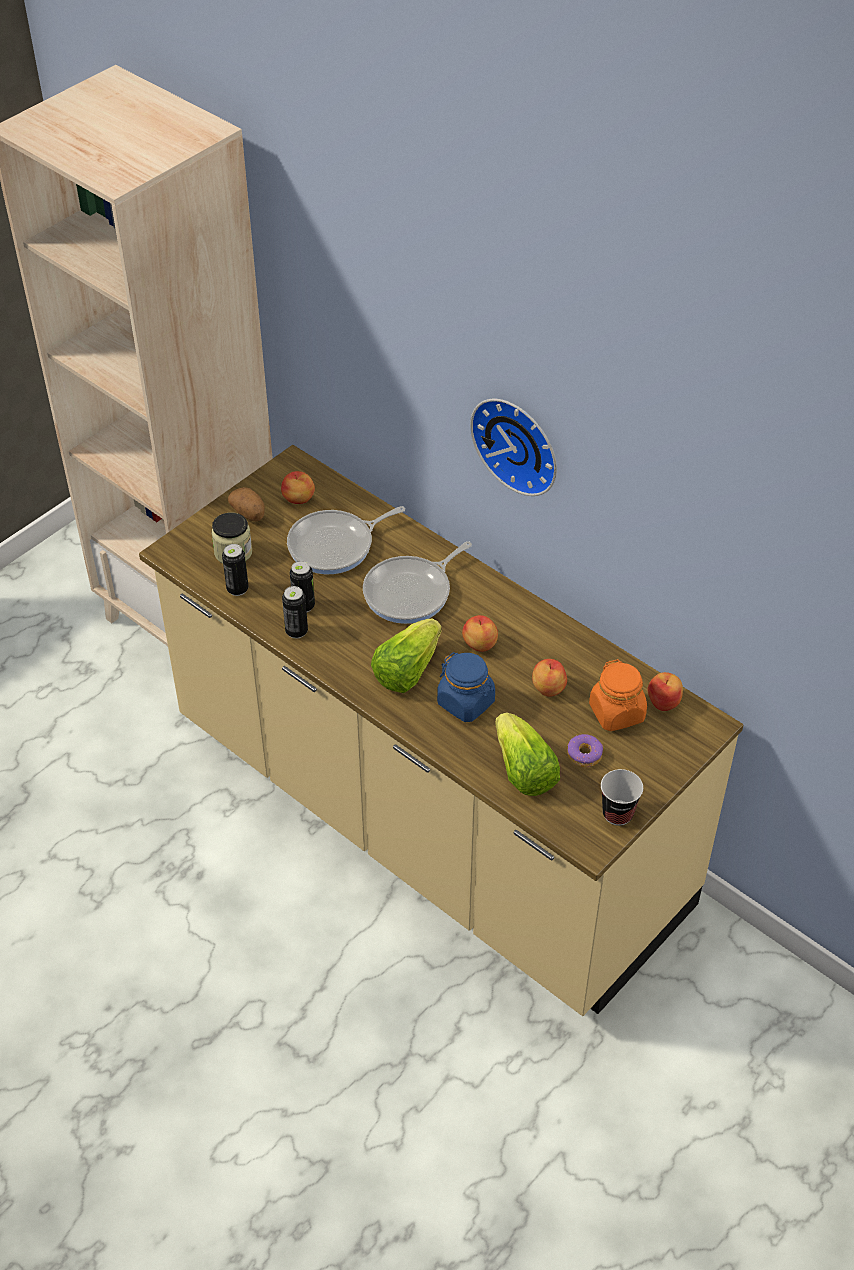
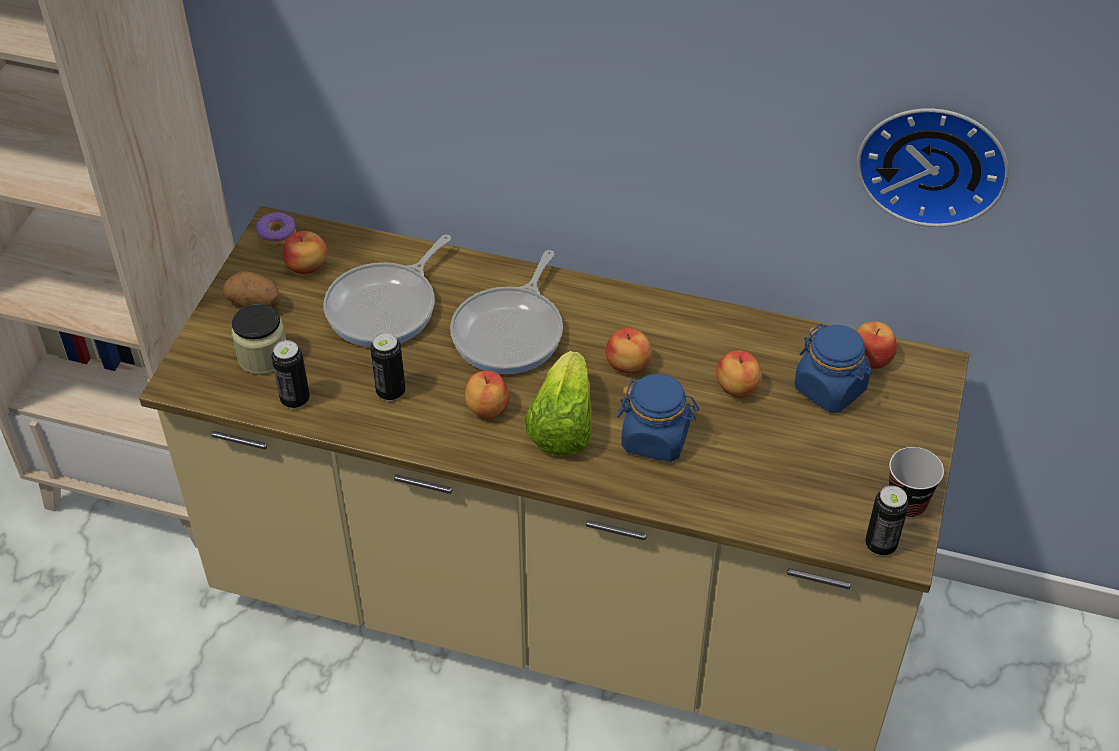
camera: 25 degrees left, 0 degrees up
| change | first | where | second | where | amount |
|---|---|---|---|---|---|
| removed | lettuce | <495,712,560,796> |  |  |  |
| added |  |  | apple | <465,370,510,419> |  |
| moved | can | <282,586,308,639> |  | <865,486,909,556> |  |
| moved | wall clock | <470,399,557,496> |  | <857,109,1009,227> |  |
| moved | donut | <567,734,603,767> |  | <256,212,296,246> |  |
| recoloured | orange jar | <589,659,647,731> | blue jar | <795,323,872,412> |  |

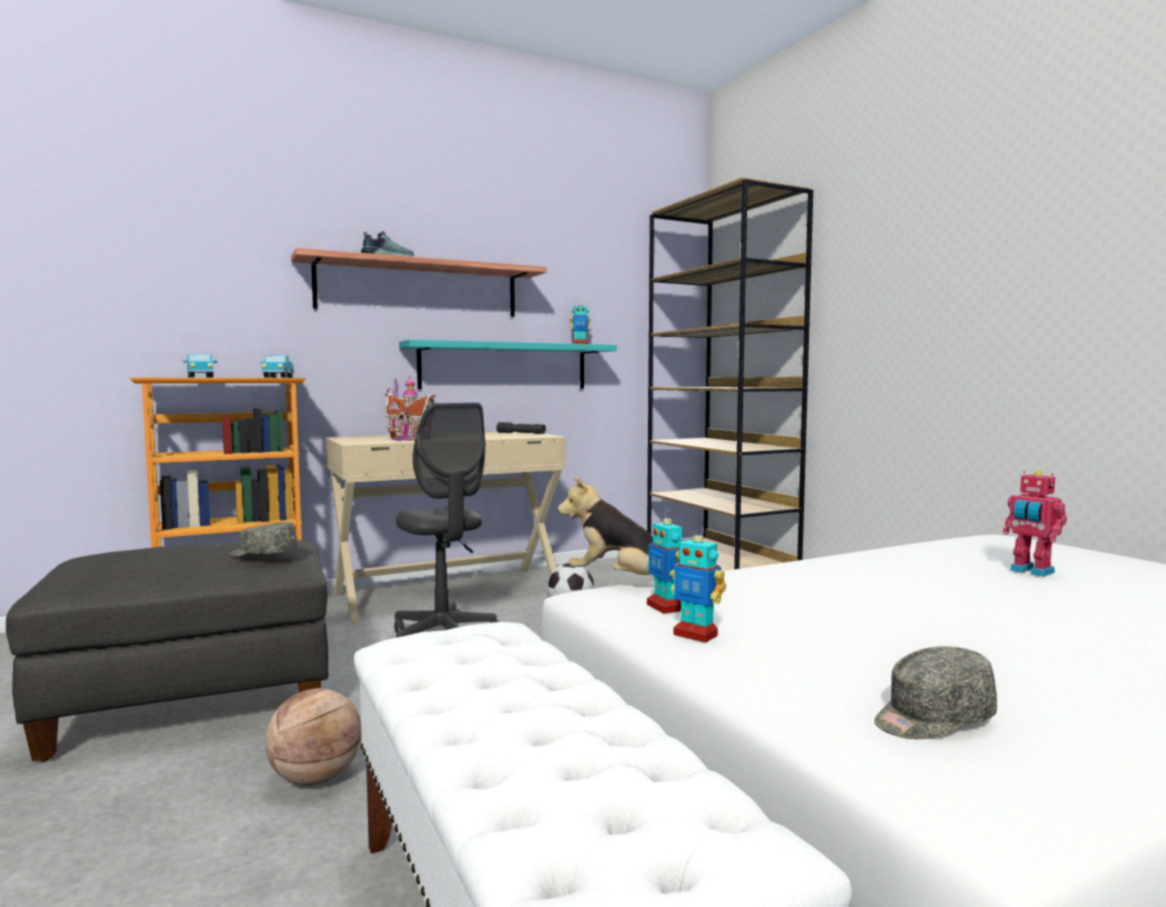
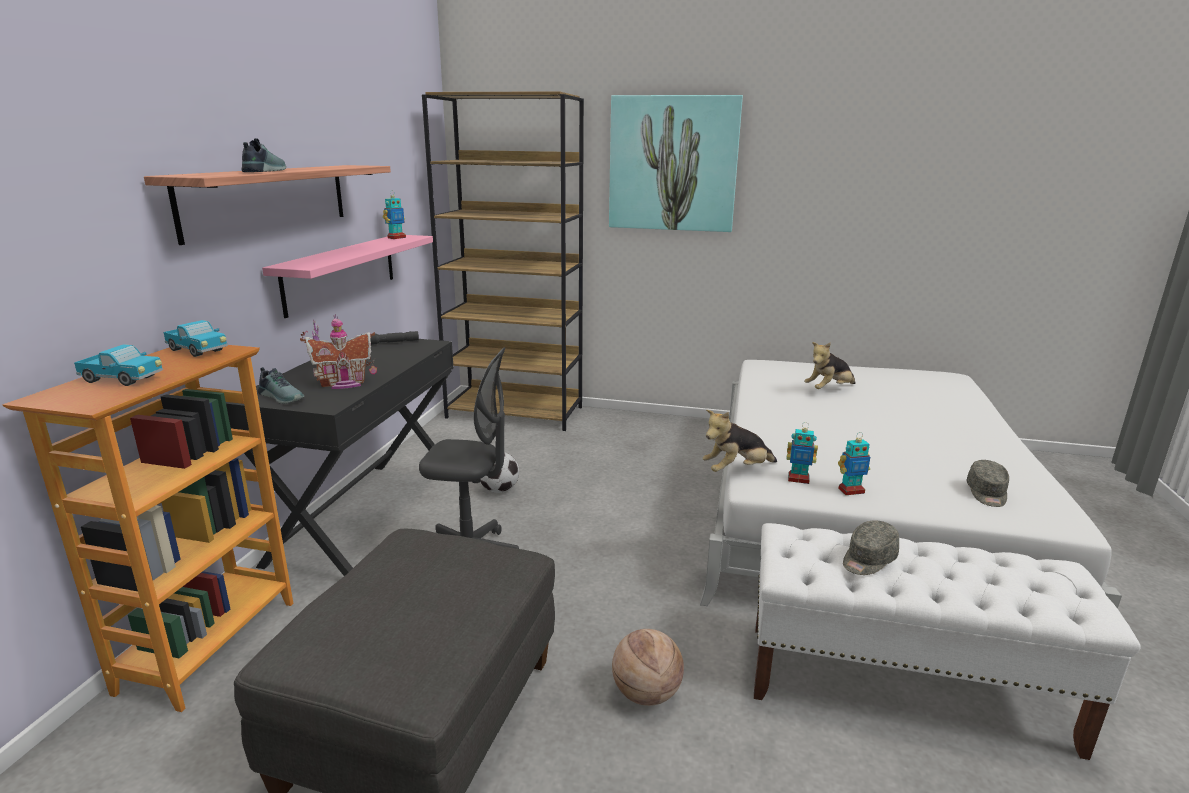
camera: 50 degrees left, 15 degrees up
| change | first | where | second | where | amount |
|---|---|---|---|---|---|
| added |  |  | shoe | <258,367,304,404> |  |
| added |  |  | picture | <609,95,743,232> |  |
| moved | grey cap | <230,522,298,557> |  | <843,520,899,575> |  |
| replaced | toy robot | <1003,470,1067,577> | plush toy | <804,342,855,389> |  |
| recoloured | beige desk | <325,432,566,623> | black desk | <226,339,454,576> |  |
| recoloured | turquoise shelf | <399,339,617,389> | pink shelf | <262,235,433,318> |  |

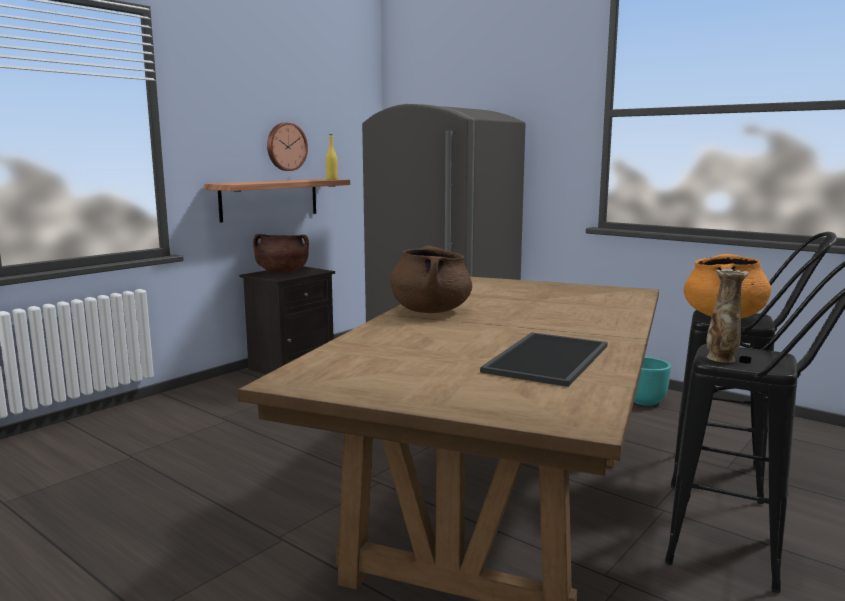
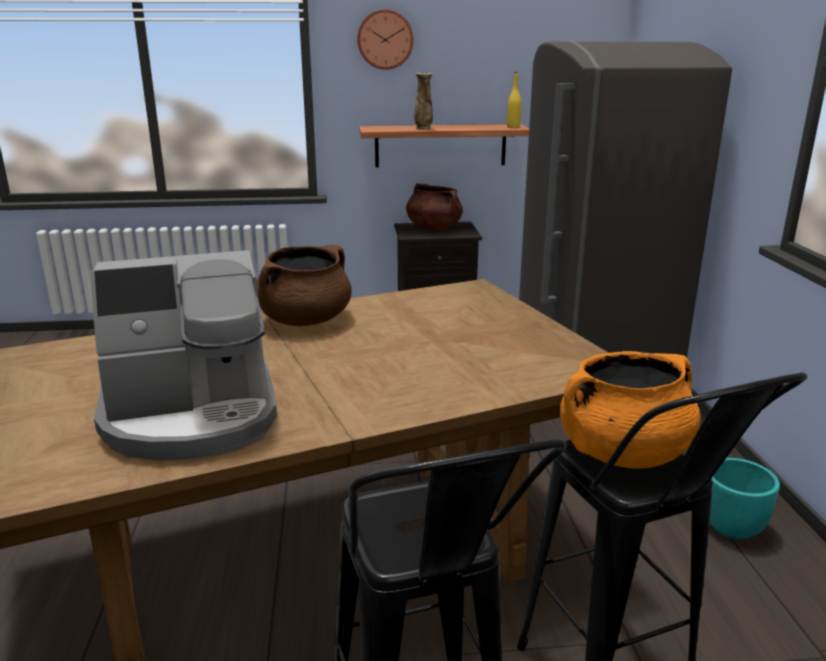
camera: 45 degrees right, 10 degrees up
| change | first | where | second | where | amount |
|---|---|---|---|---|---|
| moved | wall clock | <267,123,308,171> |  | <357,9,413,70> |  |
| moved | vase | <707,269,749,363> |  | <414,73,433,130> |  |
| replaced | tray | <480,332,608,387> | coffee machine | <90,250,277,460> |  |

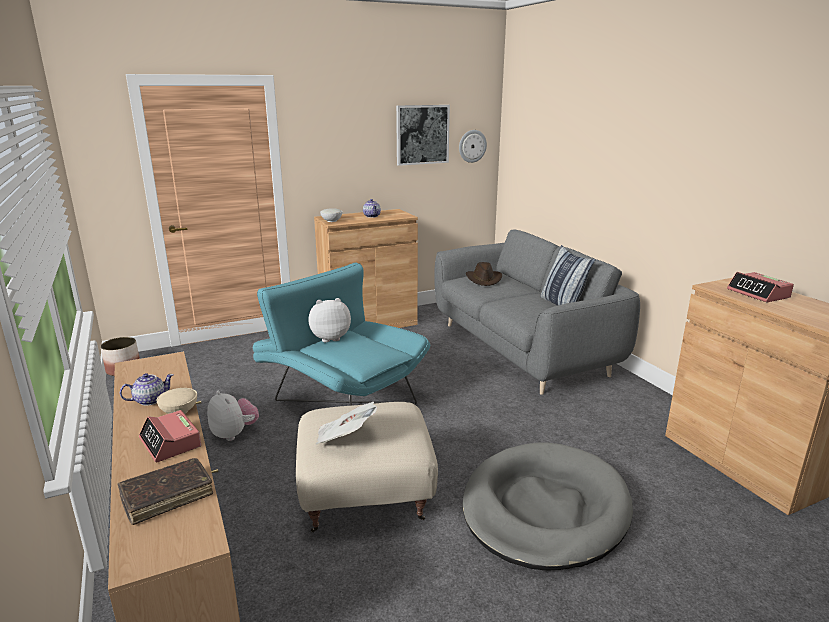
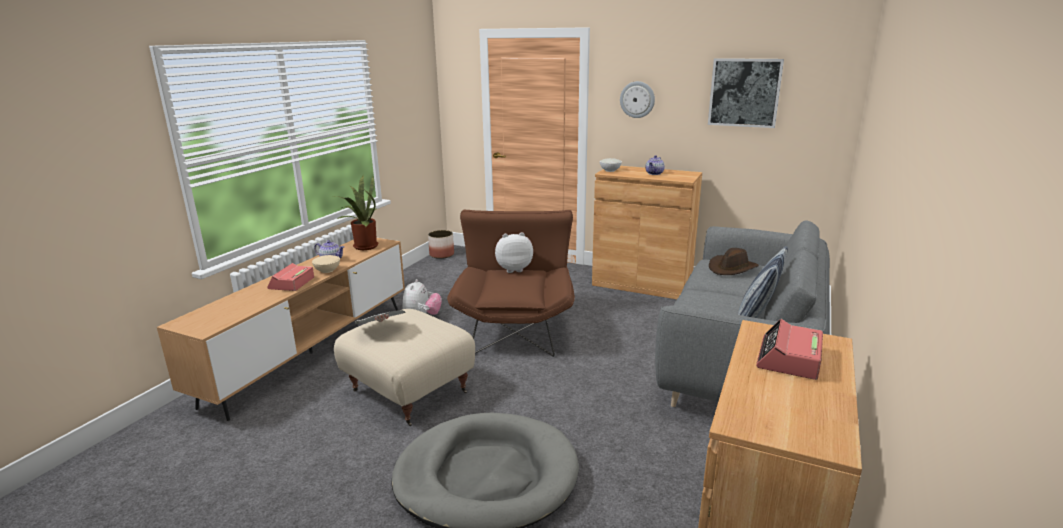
camera: 50 degrees right, 0 degrees up
| change | first | where | second | where | amount |
|---|---|---|---|---|---|
| removed | brown book | <117,458,213,525> |  |  |  |
| added |  |  | potted plant | <335,175,378,250> |  |
| moved | wall clock | <459,130,487,163> |  | <620,81,655,118> |  |
| recoloured | turquoise armchair | <252,262,430,406> | brown armchair | <447,210,575,357> |  |
| turned | plush toy | <308,298,351,342> |  | <495,232,533,273> | 45 degrees counterclockwise |

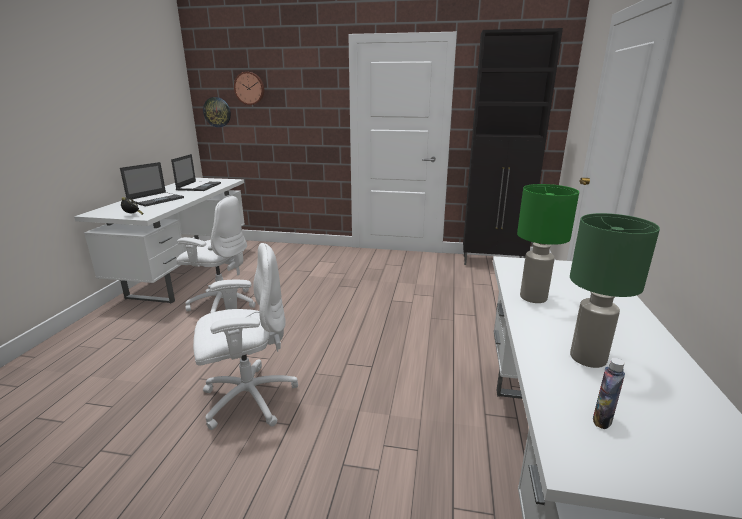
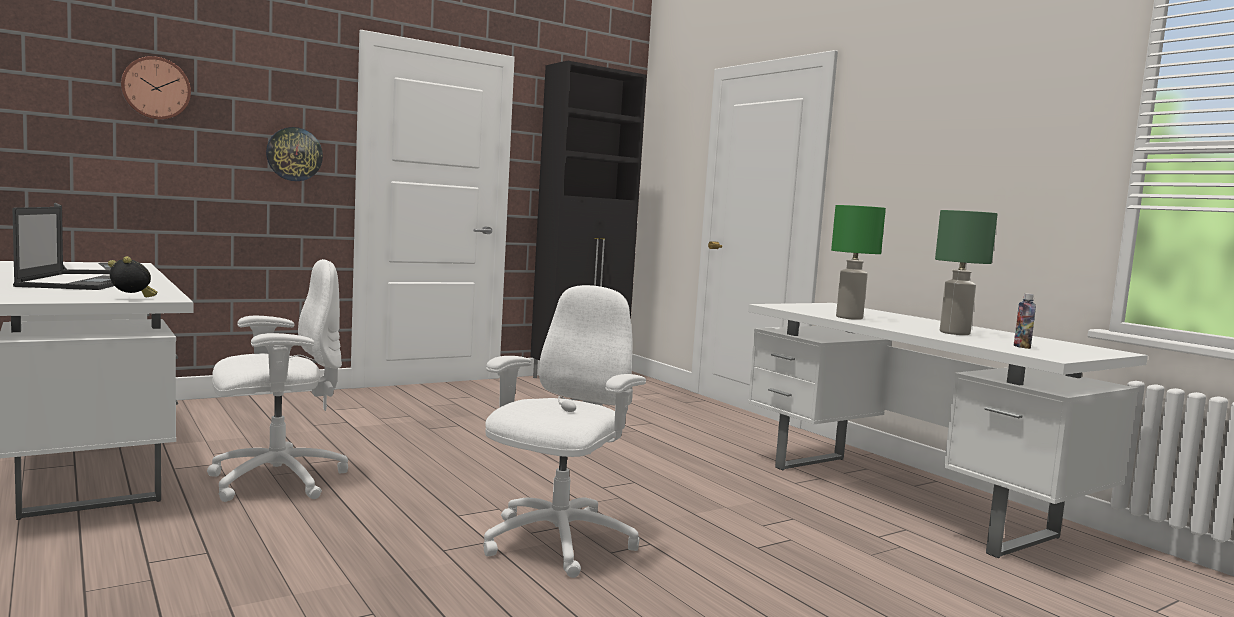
camera: 45 degrees left, 15 degrees down
| change | first | where | second | where | amount |
|---|---|---|---|---|---|
| moved | wall clock | <203,97,231,127> |  | <266,127,323,181> |  |

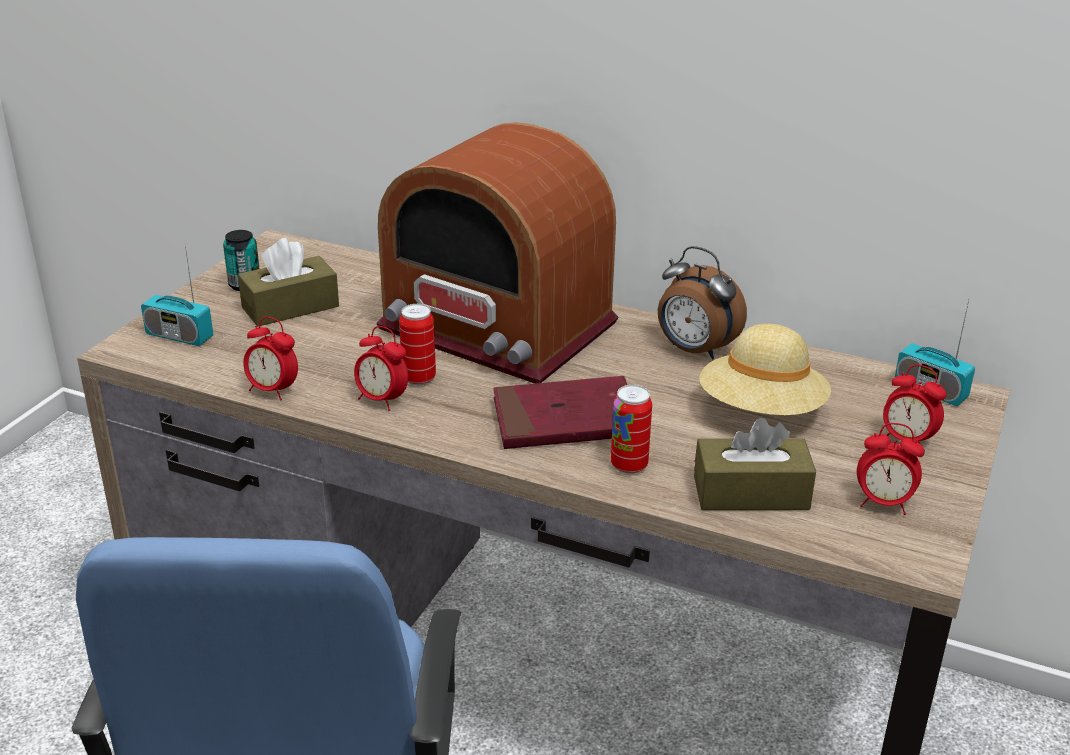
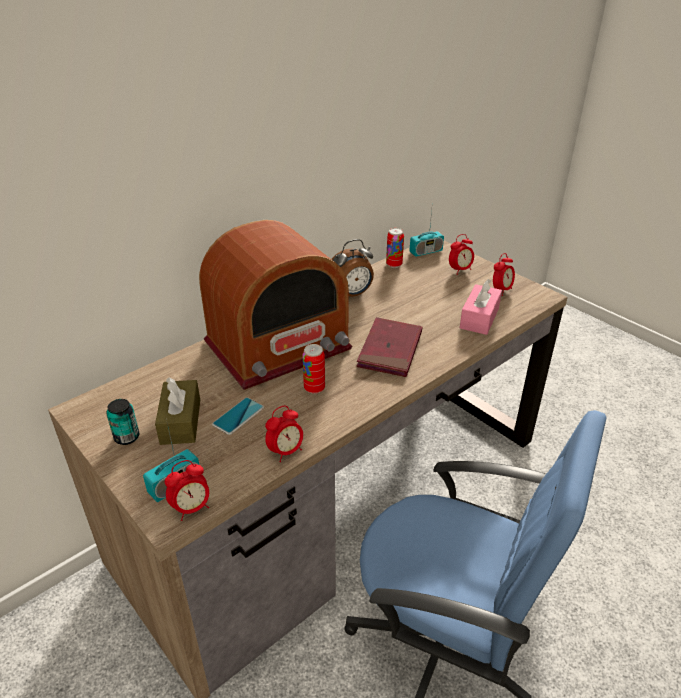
camera: 65 degrees left, 5 degrees up
| change | first | where | second | where | amount |
|---|---|---|---|---|---|
| removed | beige hat | <699,324,831,416> |  |  |  |
| added |  |  | phone | <212,397,264,435> |  |
| moved | alarm clock | <354,326,408,411> |  | <165,460,209,521> |  |
| moved | can | <611,385,652,474> |  | <386,228,404,268> |  |
| recoloured | brown tissue box | <694,418,816,510> | pink tissue box | <460,279,502,335> |  |

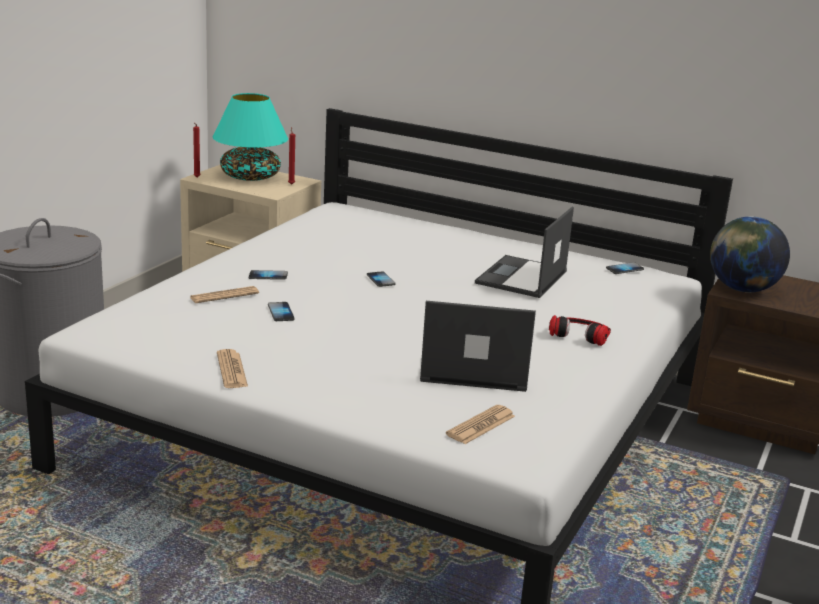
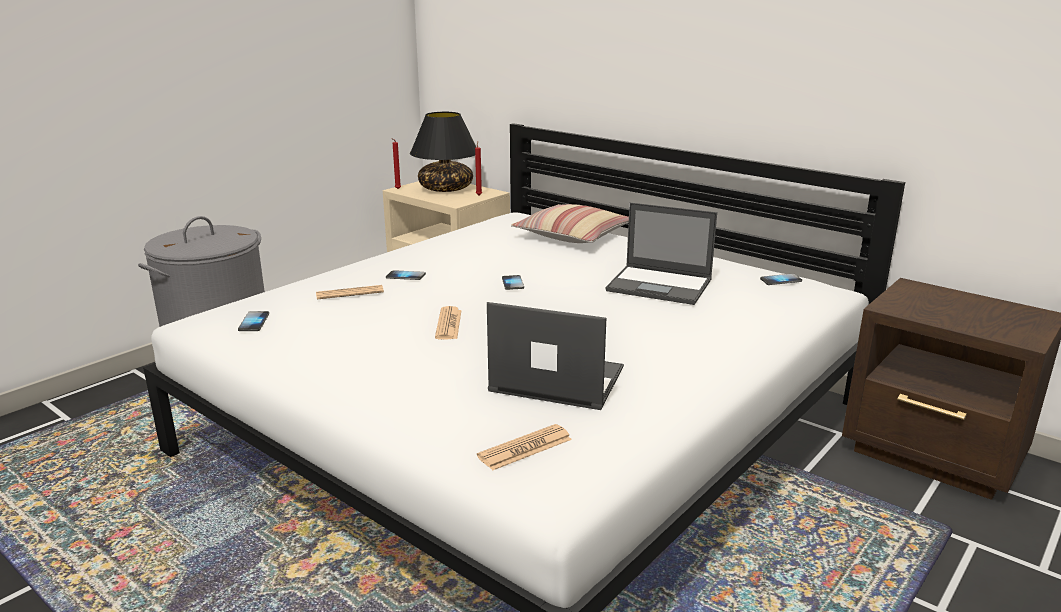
camera: 15 degrees right, 0 degrees up
| change | first | where | second | where | amount |
|---|---|---|---|---|---|
| removed | headphones | <549,315,611,346> |  |  |  |
| removed | globe | <710,216,790,292> |  |  |  |
| added |  |  | pillow | <511,204,629,243> |  |
| moved | newspaper | <217,349,248,388> |  | <435,306,462,340> |  |
| moved | phone | <268,302,295,321> |  | <238,311,269,331> |  |
| recoloured | turquoise table lamp | <213,93,288,181> | black table lamp | <410,112,477,192> |  |
| turned | laptop | <475,207,574,298> |  | <605,203,717,305> | 105 degrees counterclockwise |

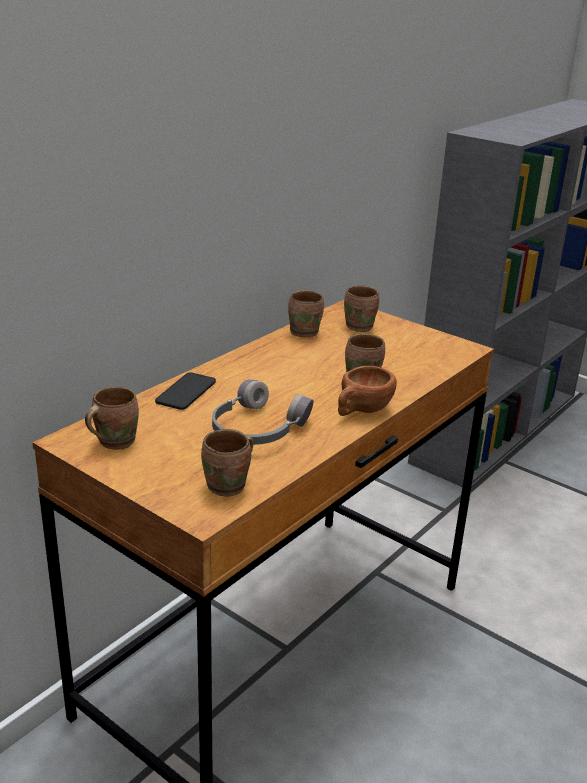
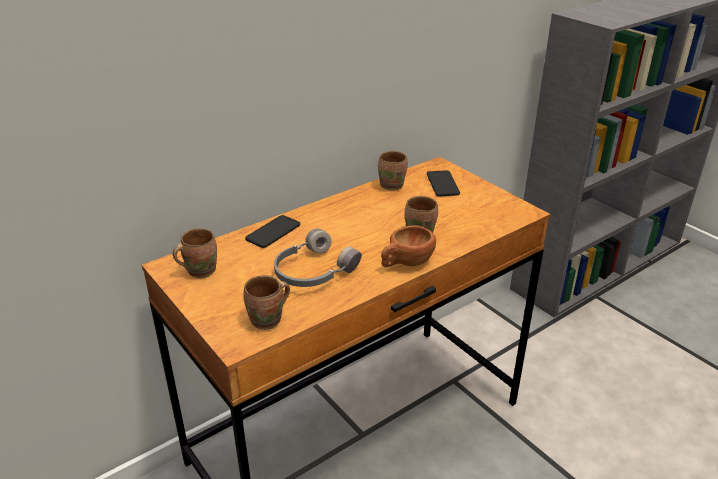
camera: 15 degrees right, 5 degrees up
| change | first | where | second | where | amount |
|---|---|---|---|---|---|
| replaced | brown mug | <344,285,379,332> | phone | <427,170,460,197> |  |

